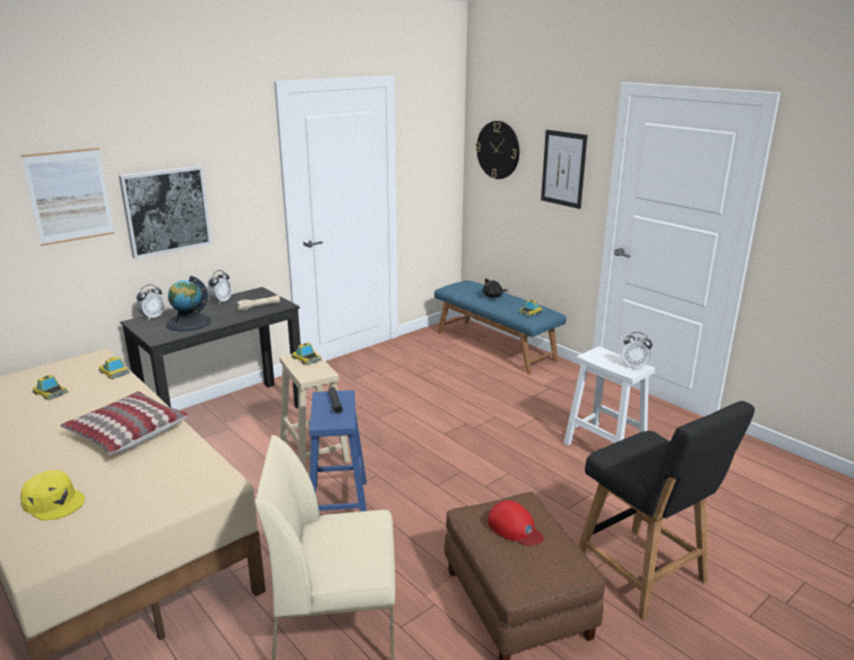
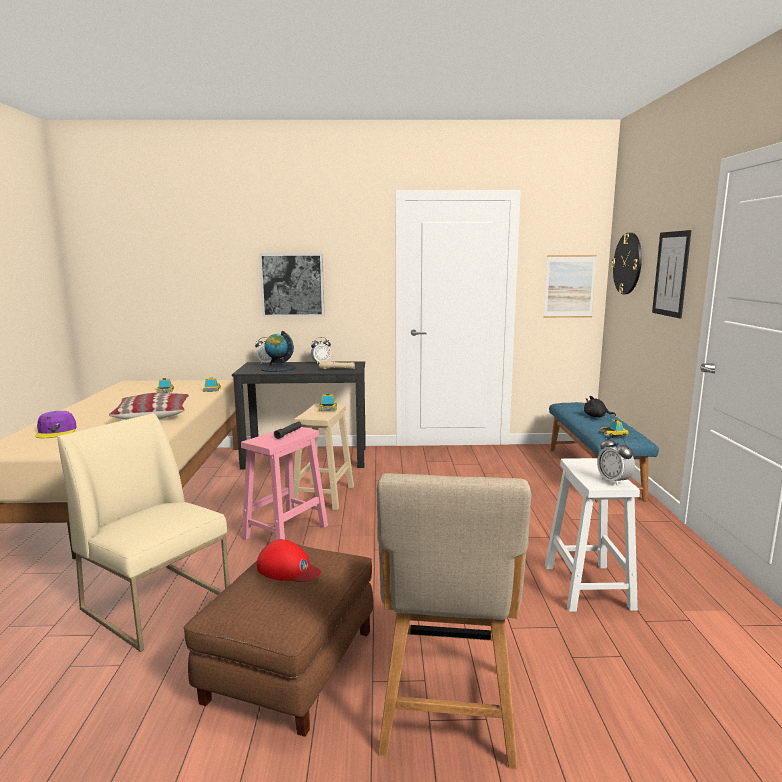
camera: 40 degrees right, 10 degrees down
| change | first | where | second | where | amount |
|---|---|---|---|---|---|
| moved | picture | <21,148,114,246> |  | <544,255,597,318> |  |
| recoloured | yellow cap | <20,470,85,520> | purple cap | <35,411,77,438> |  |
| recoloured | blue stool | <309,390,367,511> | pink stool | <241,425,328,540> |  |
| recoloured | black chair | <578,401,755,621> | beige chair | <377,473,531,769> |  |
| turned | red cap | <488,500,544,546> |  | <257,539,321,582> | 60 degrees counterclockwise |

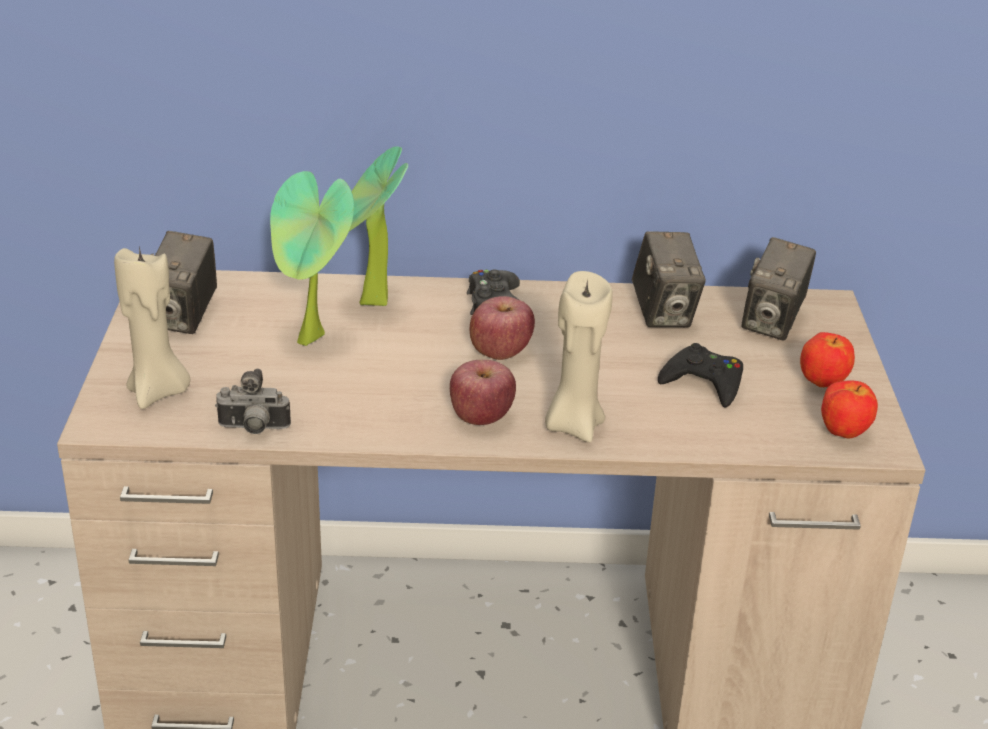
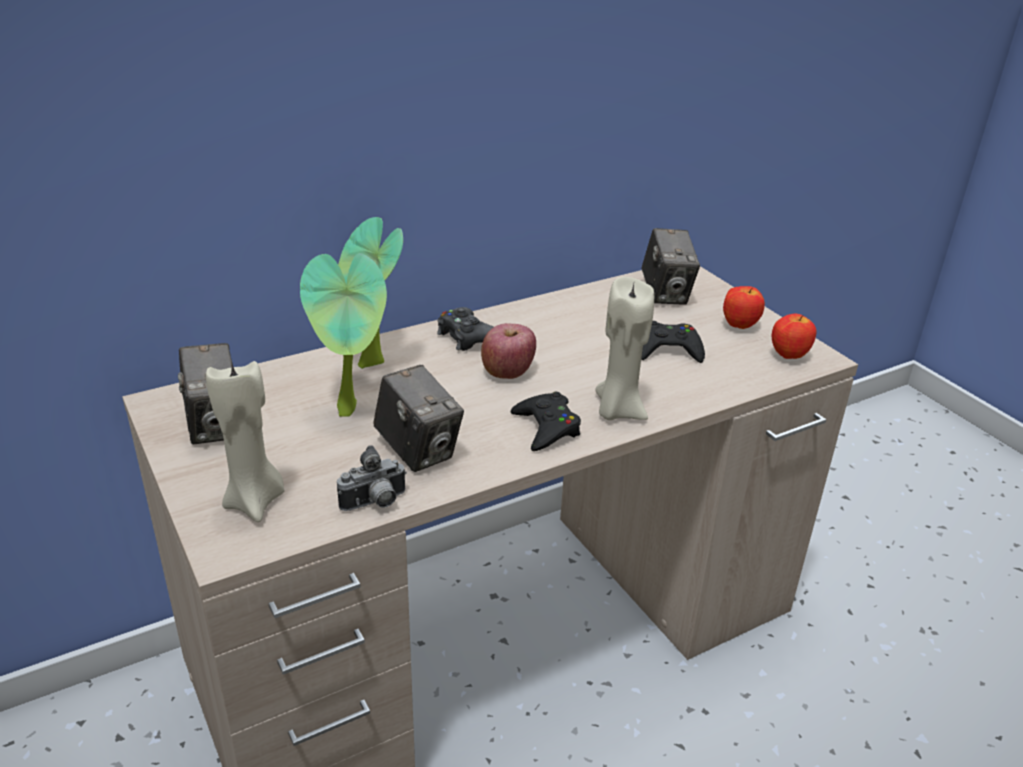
camera: 30 degrees left, 0 degrees up
| change | first | where | second | where | amount |
|---|---|---|---|---|---|
| moved | photo camera | <631,231,706,327> |  | <373,365,464,472> |  |
| replaced | apple | <450,360,516,425> | black game controller | <511,392,581,451> |  |

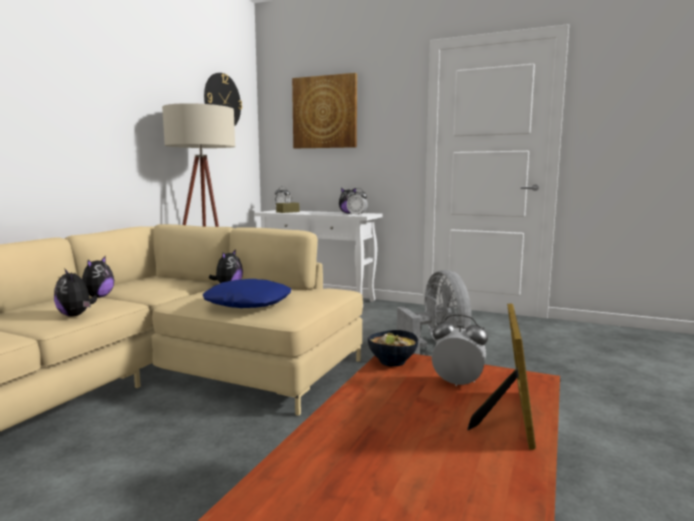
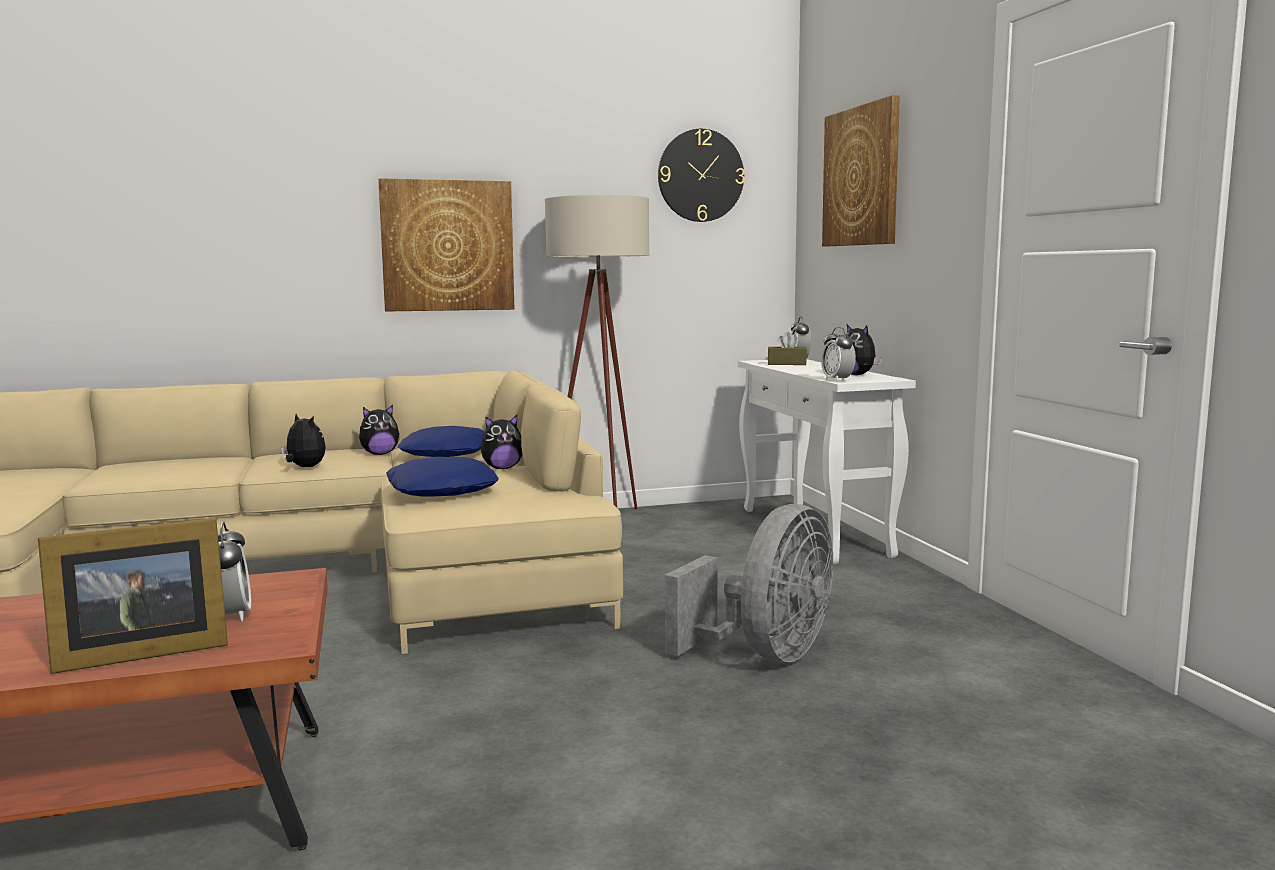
camera: 50 degrees right, 0 degrees up
| change | first | where | second | where | amount |
|---|---|---|---|---|---|
| removed | bowl | <368,330,418,367> |  |  |  |
| added |  |  | picture | <378,178,514,312> |  |
| added |  |  | blue pillow | <397,426,485,457> |  |
| turned | plush toy | <54,268,97,317> |  | <281,414,326,467> | 120 degrees clockwise |

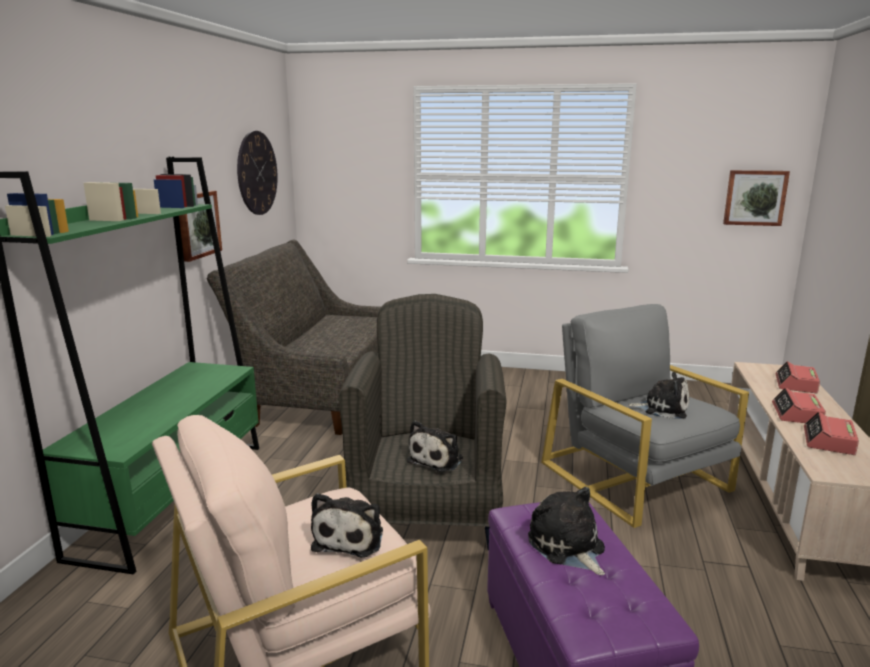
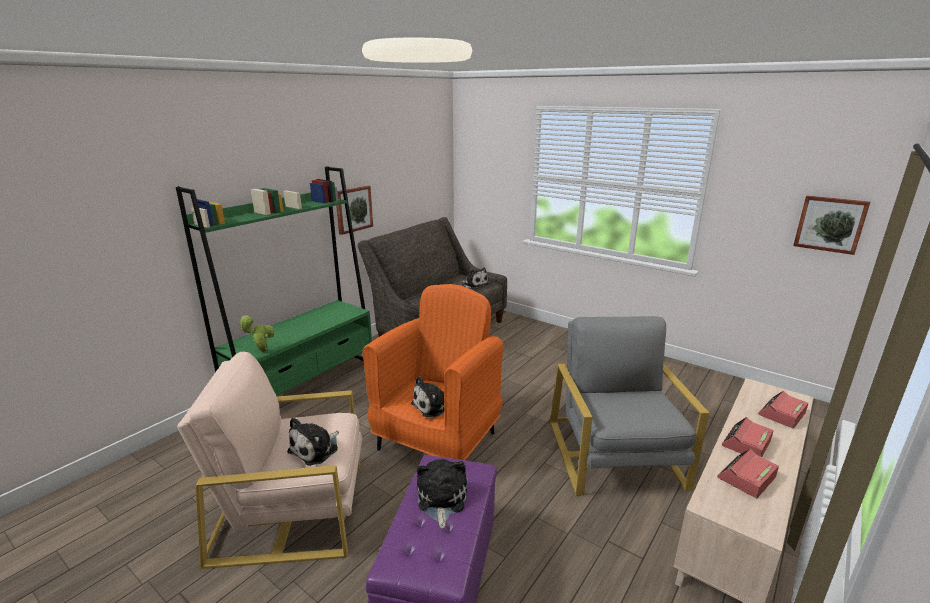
camera: 25 degrees right, 5 degrees up
| change | first | where | second | where | amount |
|---|---|---|---|---|---|
| removed | wall clock | <237,131,278,215> |  |  |  |
| added |  |  | potted plant | <239,315,274,353> |  |
| moved | plush toy | <627,372,689,419> |  | <461,267,489,289> |  |
| recoloured | grey armchair | <338,294,506,551> | orange armchair | <362,284,503,460> |  |

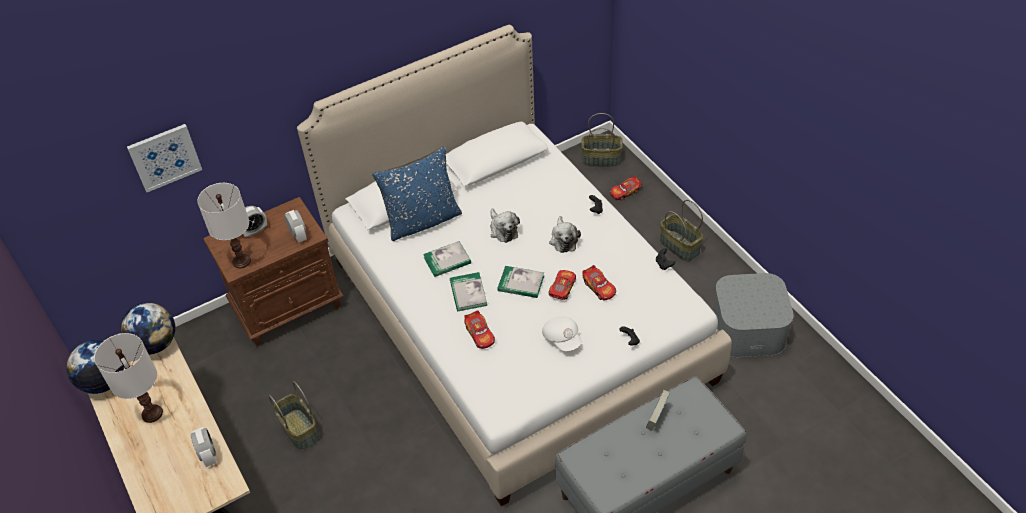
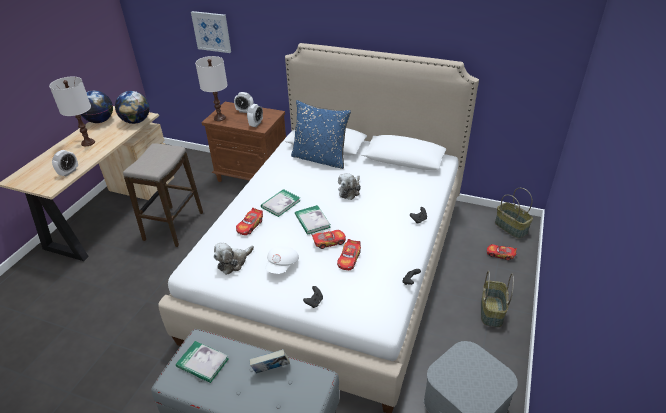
camera: 50 degrees right, 10 degrees down
| change | first | where | second | where | amount |
|---|---|---|---|---|---|
| moved | book | <423,241,471,277> |  | <176,341,229,383> |  |
| moved | plush toy | <549,216,581,253> |  | <214,243,254,275> |  |
| replaced | basket | <269,381,319,450> | stool | <123,143,203,247> |  |

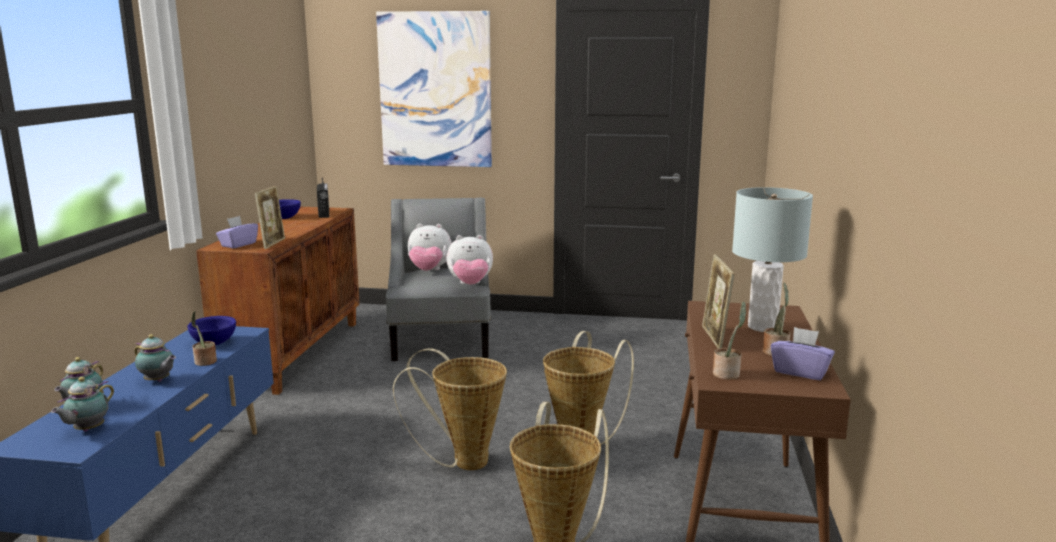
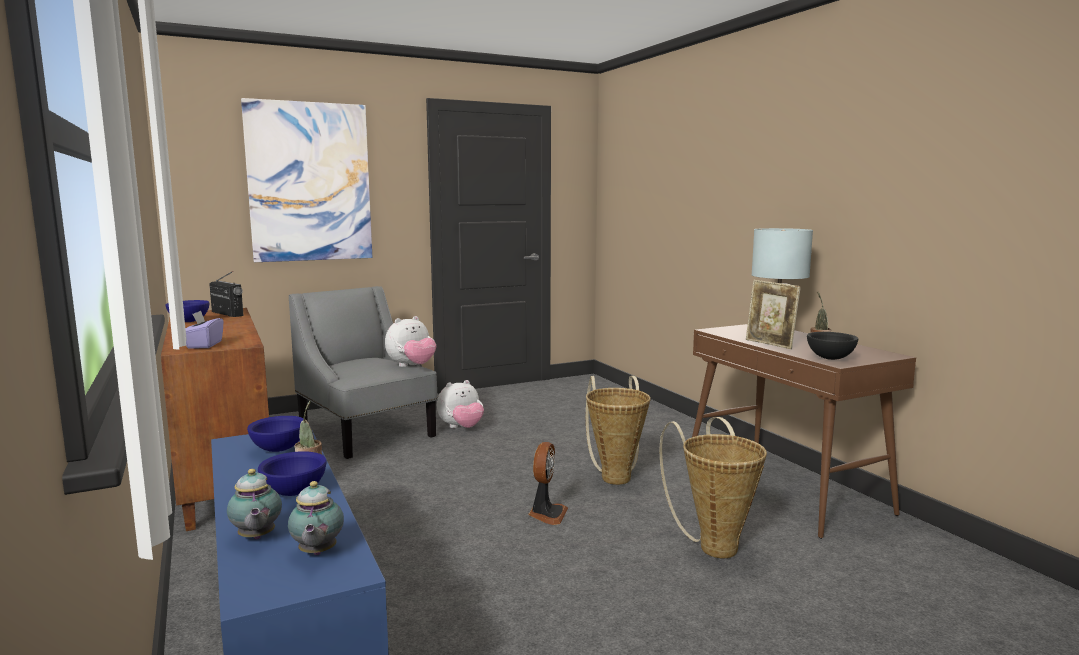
camera: 35 degrees left, 5 degrees down
| change | first | where | second | where | amount |
|---|---|---|---|---|---|
| removed | picture frame | <255,186,285,249> |  |  |  |
| removed | purple tissue box | <771,327,835,380> |  |  |  |
| moved | plush toy | <408,224,452,271> |  | <437,380,484,428> |  |
| replaced | teapot | <134,334,176,382> | blue bowl | <258,451,327,496> |  |
| replaced | basket | <393,348,507,470> | fan | <528,442,568,525> |  |
| replaced | potted plant | <713,302,746,380> | black bowl | <807,332,859,360> |  |

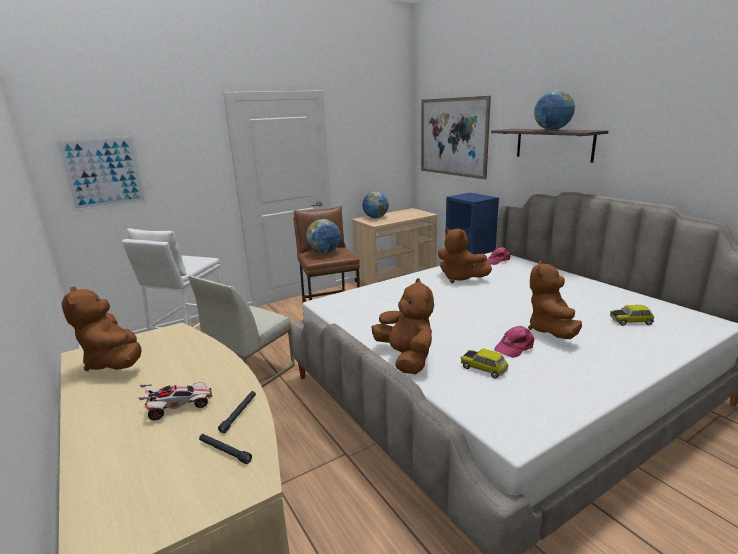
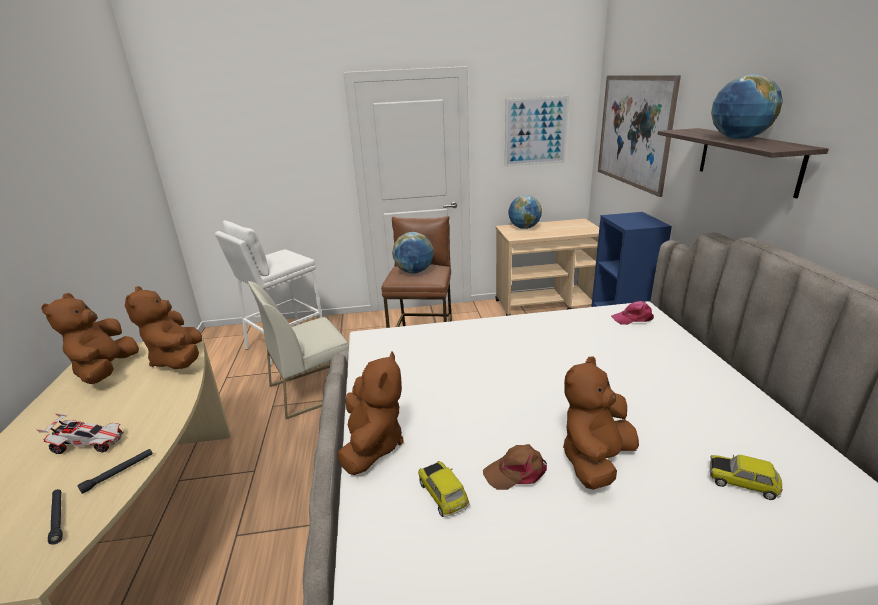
camera: 25 degrees right, 5 degrees up
| change | first | where | second | where | amount |
|---|---|---|---|---|---|
| moved | picture | <55,136,147,211> |  | <505,96,569,167> |  |
| moved | brown plush toy | <438,228,492,283> |  | <125,286,202,369> |  |
| recoloured | pink cap | <494,326,534,358> | brown cap | <483,444,547,490> |  |

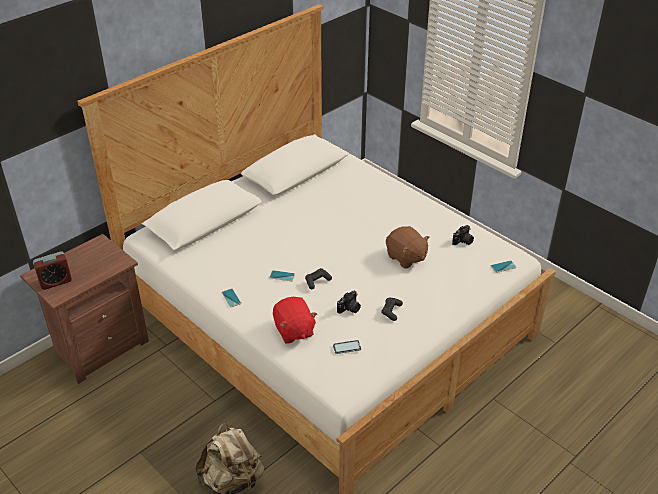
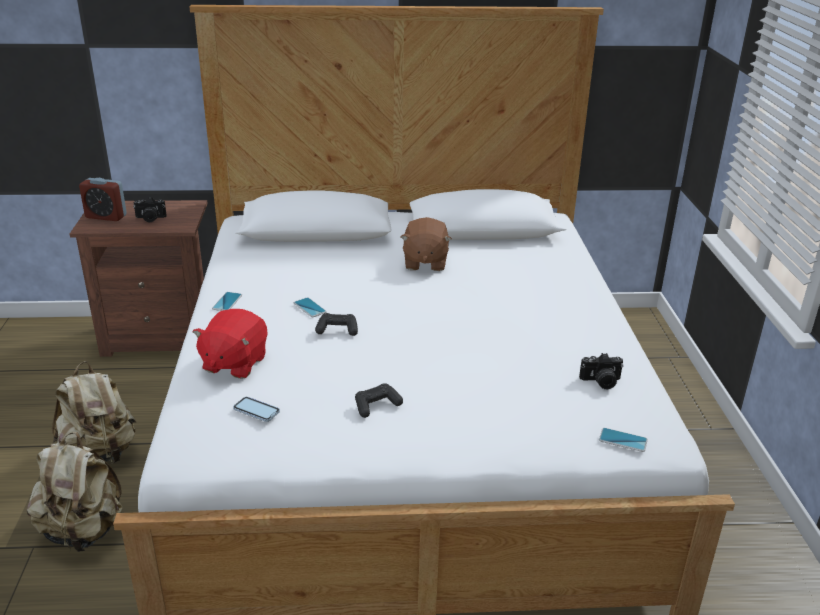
camera: 40 degrees right, 10 degrees down
| change | first | where | second | where | amount |
|---|---|---|---|---|---|
| added |  |  | beige backpack | <50,361,136,463> |  |
| moved | photo camera | <337,291,361,314> |  | <133,197,167,222> |  |
| moved | brown plush toy | <386,226,430,269> |  | <401,217,452,271> |  |

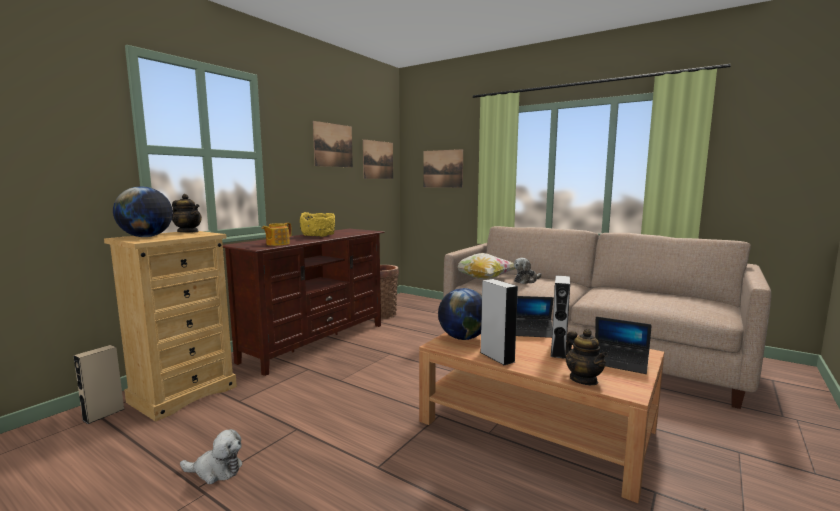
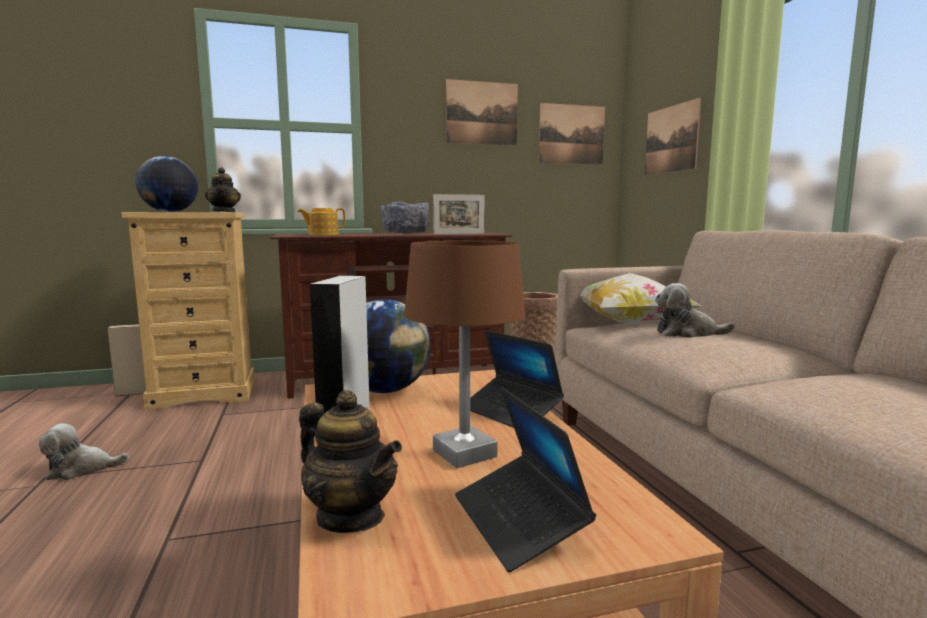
camera: 40 degrees right, 0 degrees up
| change | first | where | second | where | amount |
|---|---|---|---|---|---|
| added |  |  | picture frame | <433,194,484,234> |  |
| replaced | grey speaker | <551,276,570,359> | brown table lamp | <404,241,525,468> |  |
| recoloured | yellow bowl | <300,212,335,237> | grey bowl | <381,201,430,234> |  |
| turned | plush toy | <180,429,243,484> |  | <39,423,129,480> | 120 degrees clockwise |
| turned | teapot | <565,329,608,385> |  | <299,390,402,533> | 75 degrees counterclockwise |

